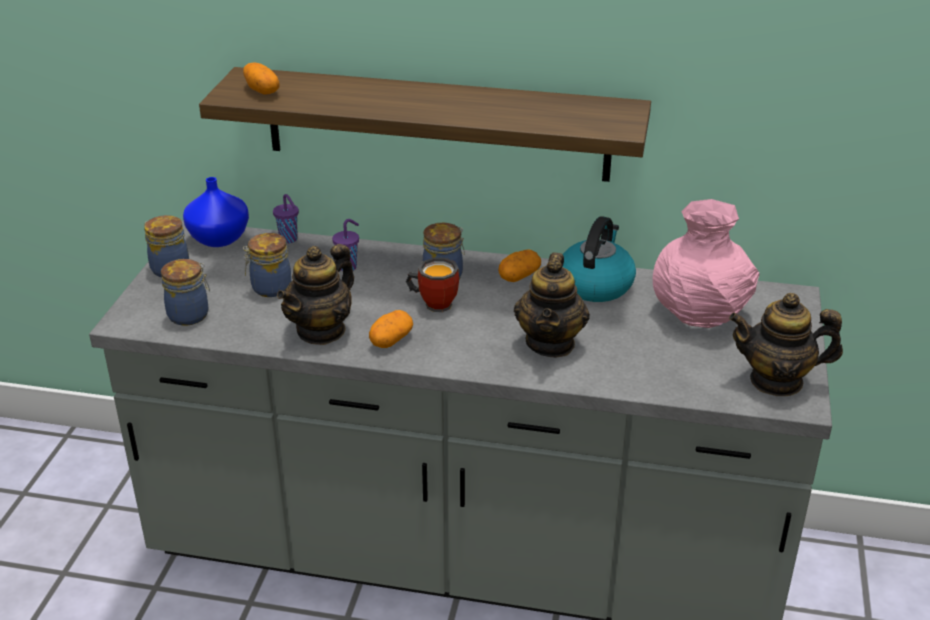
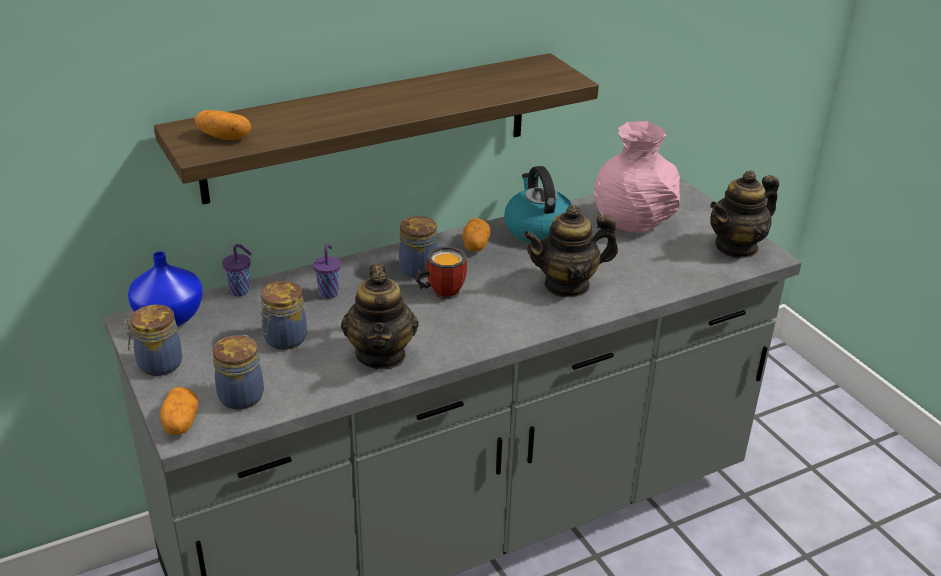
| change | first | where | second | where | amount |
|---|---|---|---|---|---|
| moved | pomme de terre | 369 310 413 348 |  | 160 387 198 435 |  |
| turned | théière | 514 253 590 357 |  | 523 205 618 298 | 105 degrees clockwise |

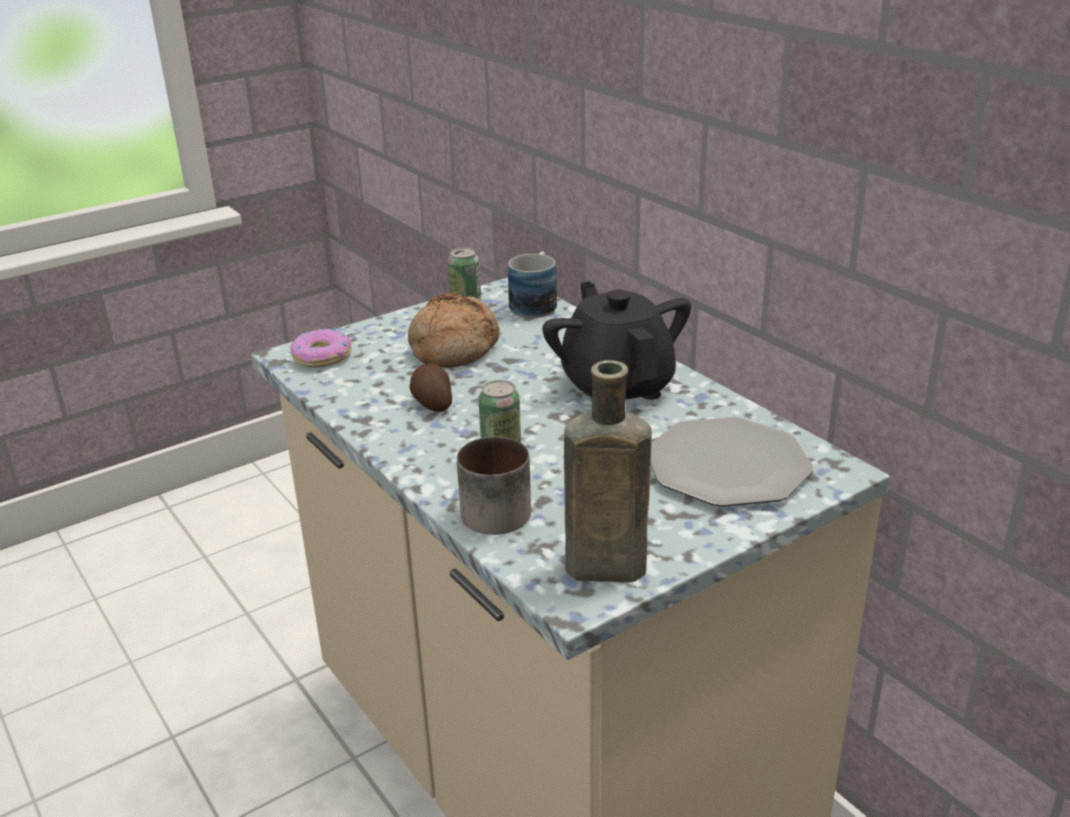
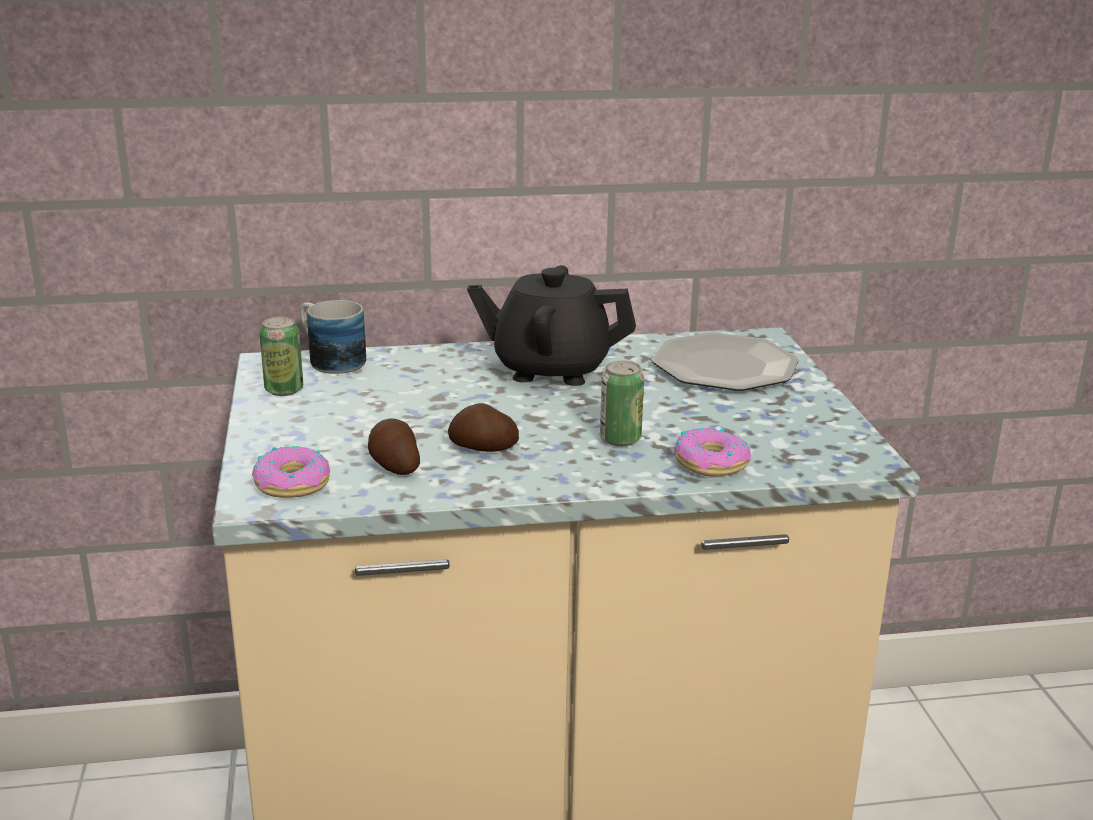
| change | first | where | second | where | amount |
|---|---|---|---|---|---|
| added |  |  | pomme de terre | 368 418 420 475 |  |
| replaced | mug | 457 437 531 535 | beignet | 674 428 751 477 |  |
| removed | pain | 408 293 499 367 |  |  |  |
| removed | bouteille [marron] | 564 360 652 582 |  |  |  |

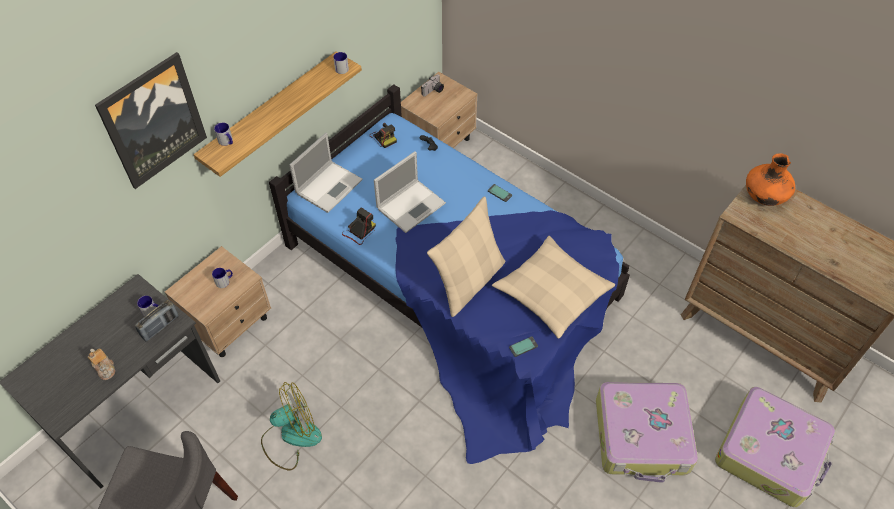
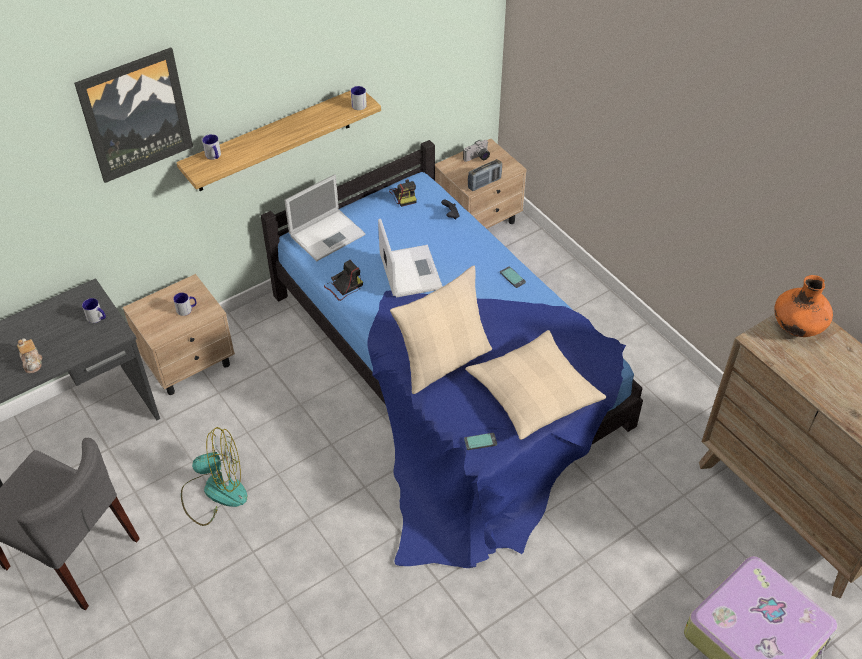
| change | first | where | second | where | amount |
|---|---|---|---|---|---|
| turned | ordinateur portable | 374 151 446 233 |  | 378 219 443 298 | 75 degrees counterclockwise |
| moved | radio | 135 299 179 342 |  | 468 159 502 191 |  |
| removed | valise | 596 382 698 483 |  |  |  |

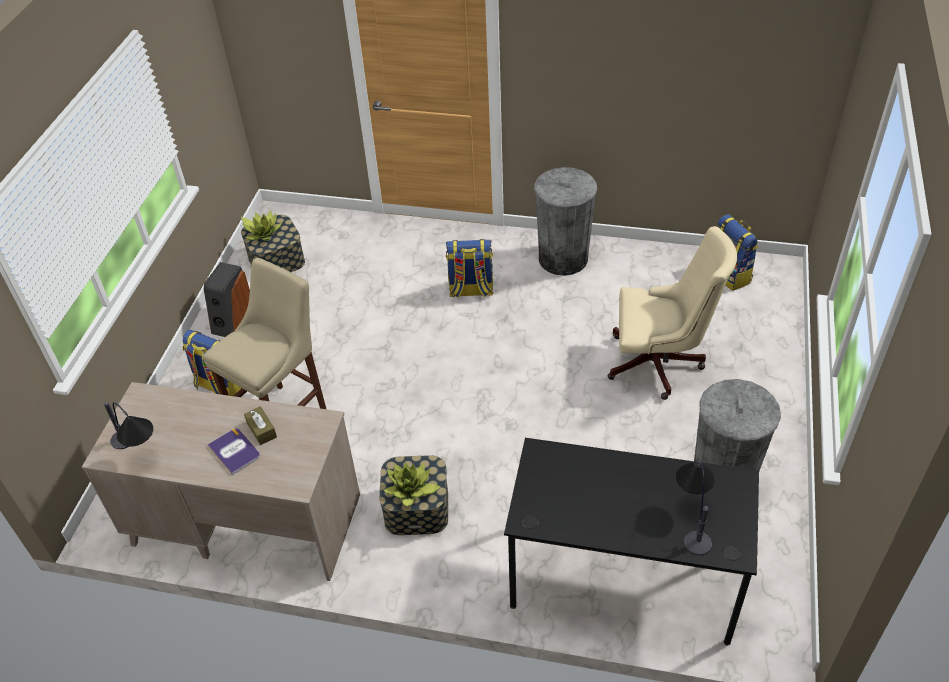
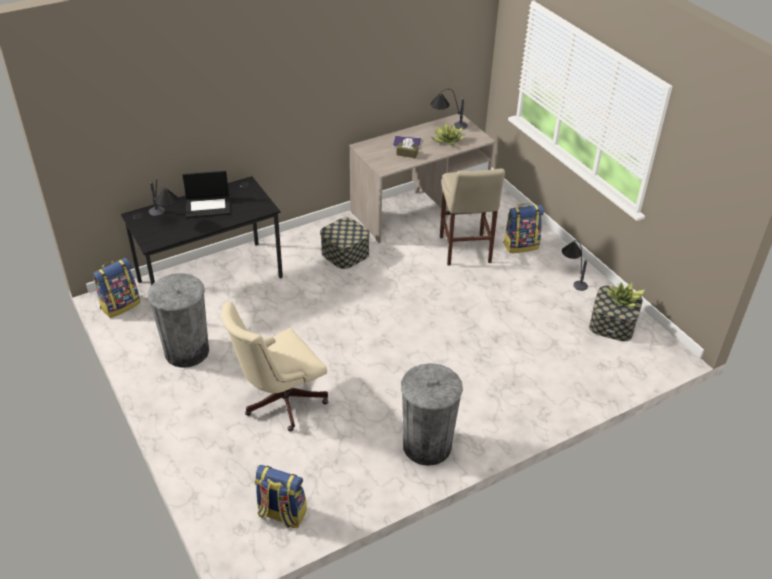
| change | first | where | second | where | amount |
|---|---|---|---|---|---|
| moved | sac à dos | 446 239 494 298 |  | 93 258 140 318 |  |
| added |  |  | ordinateur portable | 182 171 231 218 |  |
| moved | plante en pot | 383 462 441 506 |  | 432 123 465 145 |  |
| replaced | enceinte | 204 262 250 337 | lampe de table | 562 240 588 291 |  |

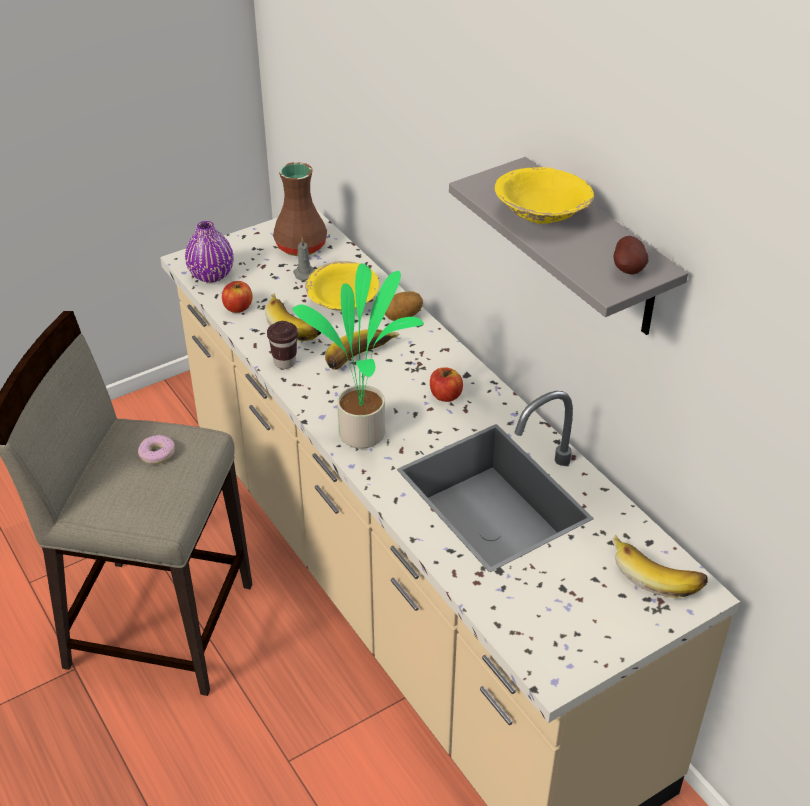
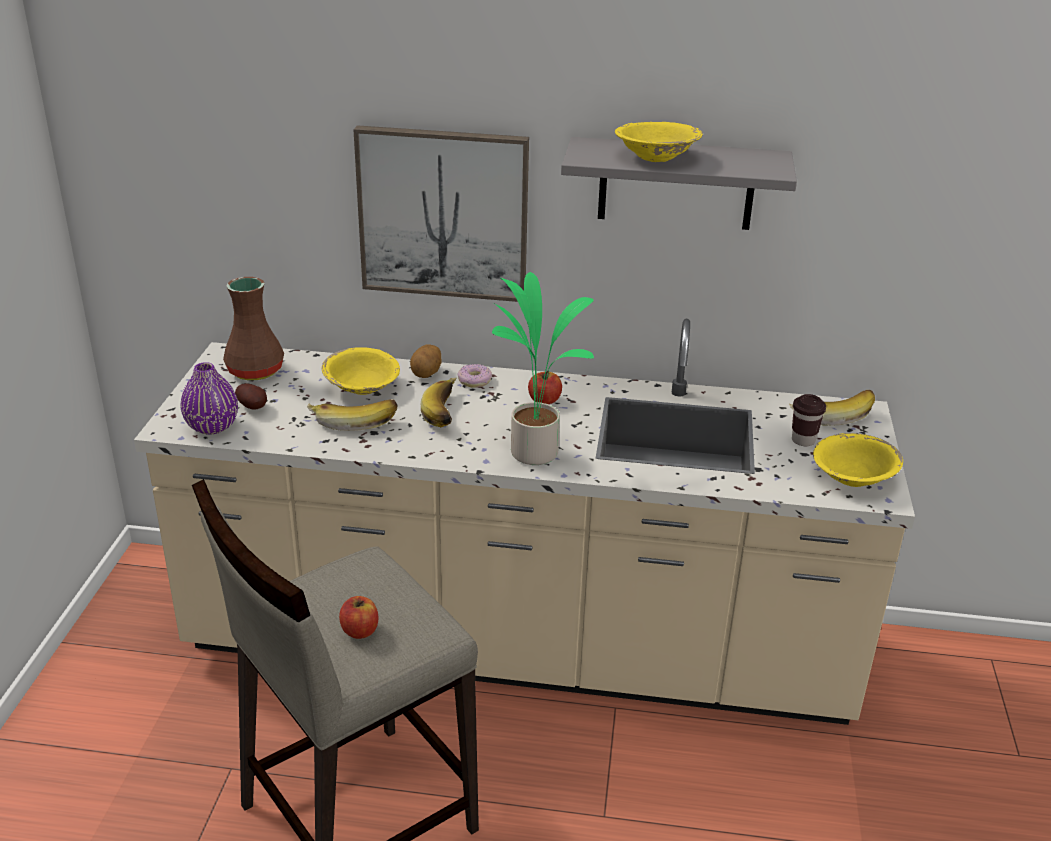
| change | first | where | second | where | amount |
|---|---|---|---|---|---|
| moved | pomme de terre | 613 236 648 274 |  | 235 383 267 410 |  |
| moved | pomme | 222 281 253 313 |  | 339 596 378 639 |  |
| added |  |  | tableau | 353 125 529 302 |  |
| moved | beignet | 138 435 175 464 |  | 458 364 492 388 |  |
| moved | tasse [marron] | 267 321 298 369 |  | 792 394 826 446 |  |
| added |  |  | bol [jaune] | 813 433 903 487 |  |
| removed | bougie [gris] | 293 237 315 281 |  |  |  |

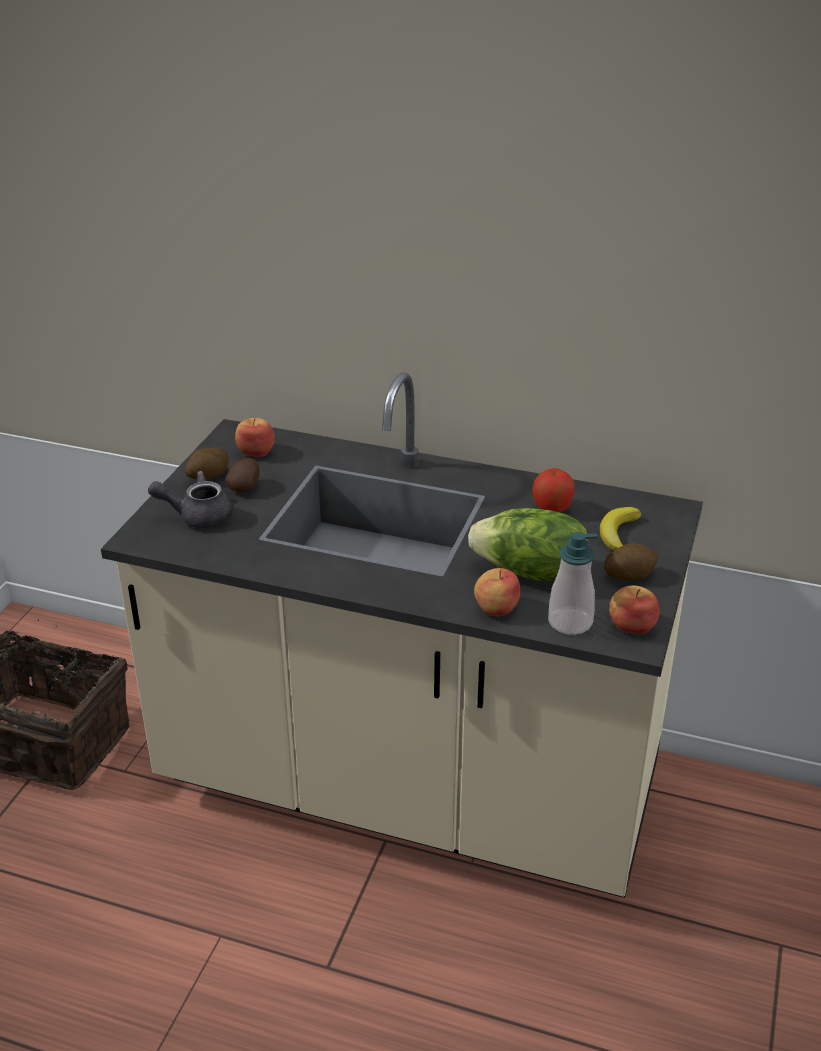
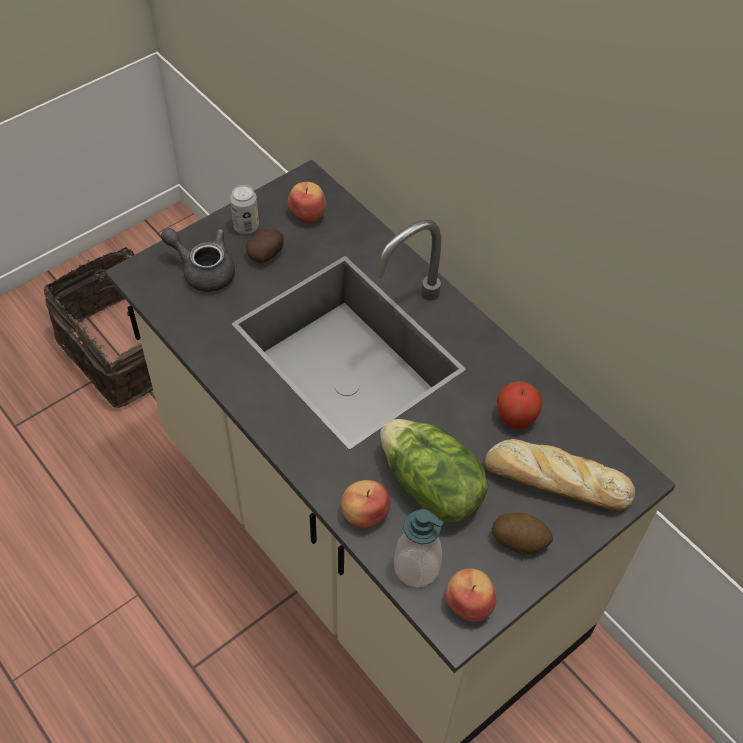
| change | first | where | second | where | amount |
|---|---|---|---|---|---|
| replaced | pomme de terre | 185 447 229 479 | boîte métallique | 230 185 259 234 |  |
| replaced | banane | 600 507 641 550 | pain | 485 439 636 511 |  |

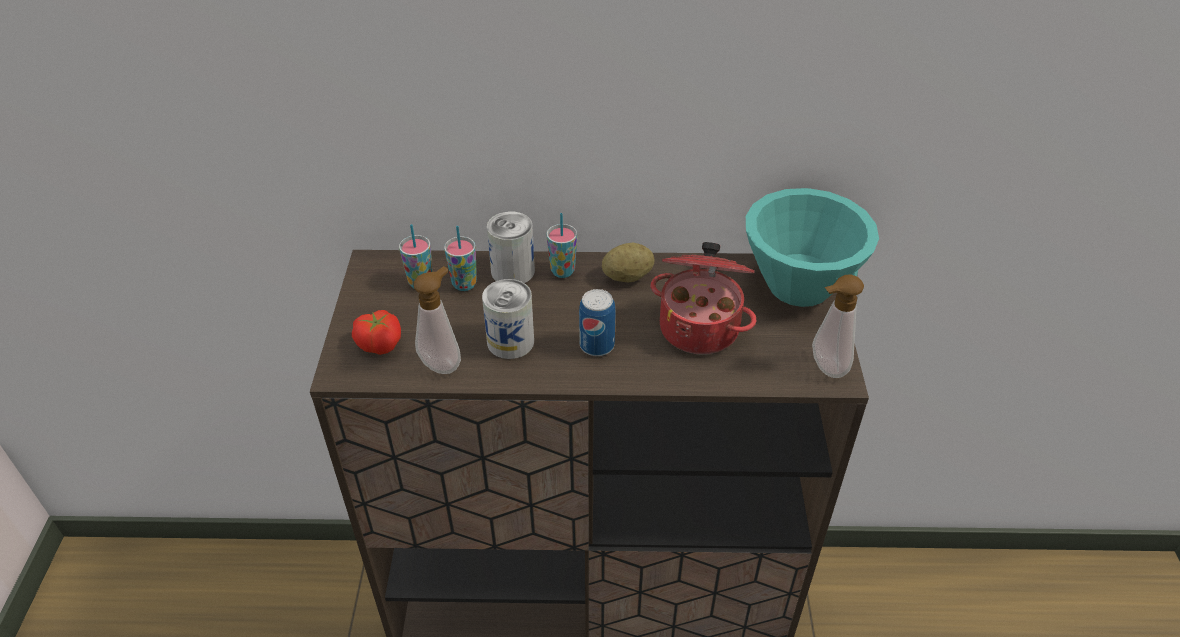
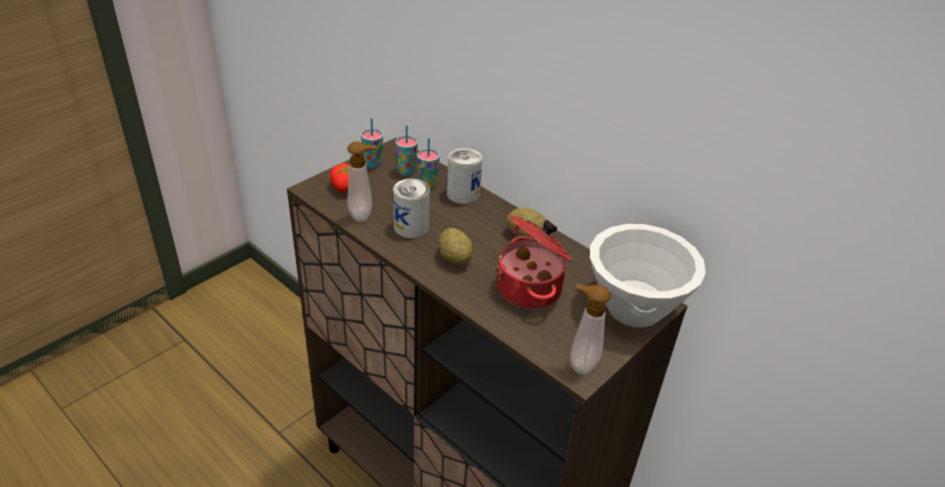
| change | first | where | second | where | amount |
|---|---|---|---|---|---|
| moved | tasse | 546 213 577 278 |  | 361 118 383 169 |  |
| replaced | boîte métallique | 579 289 616 356 | pomme de terre | 439 228 473 265 |  |
| recoloured | bol [turquoise] | 746 188 879 307 | bol [blanc] | 590 224 706 327 |  |

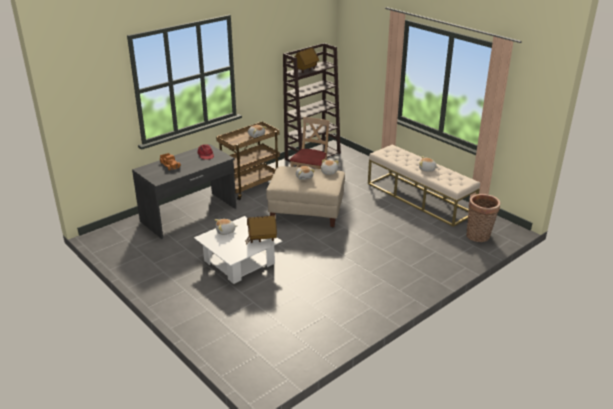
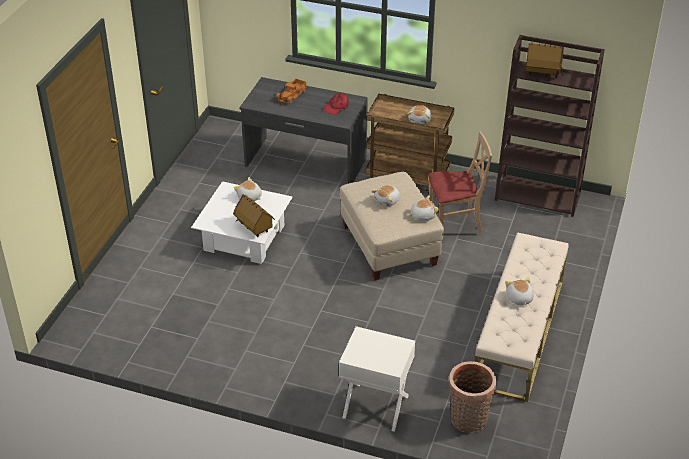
| change | first | where | second | where | amount |
|---|---|---|---|---|---|
| added |  |  | table de chevet [blanc] | 339 326 415 432 |  |

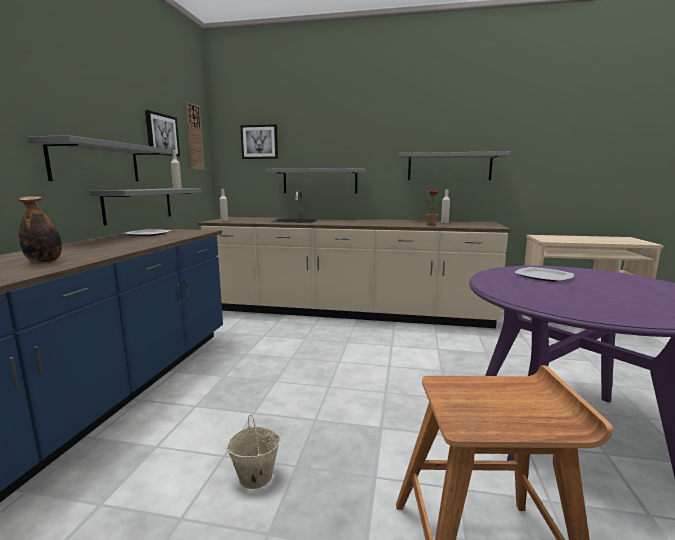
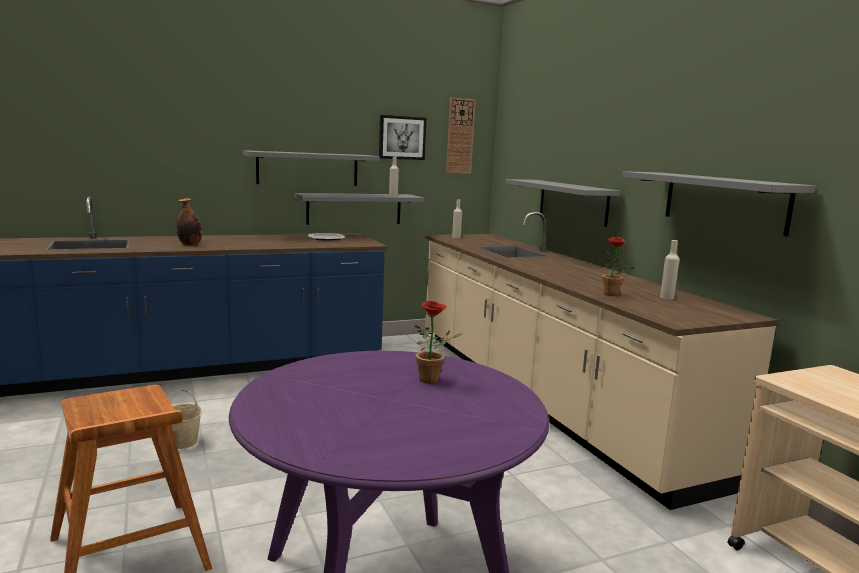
| change | first | where | second | where | amount |
|---|---|---|---|---|---|
| replaced | assiette | 515 267 574 282 | plante en pot | 415 301 462 384 |  |
| removed | tableau | 240 124 278 159 |  |  |  |

